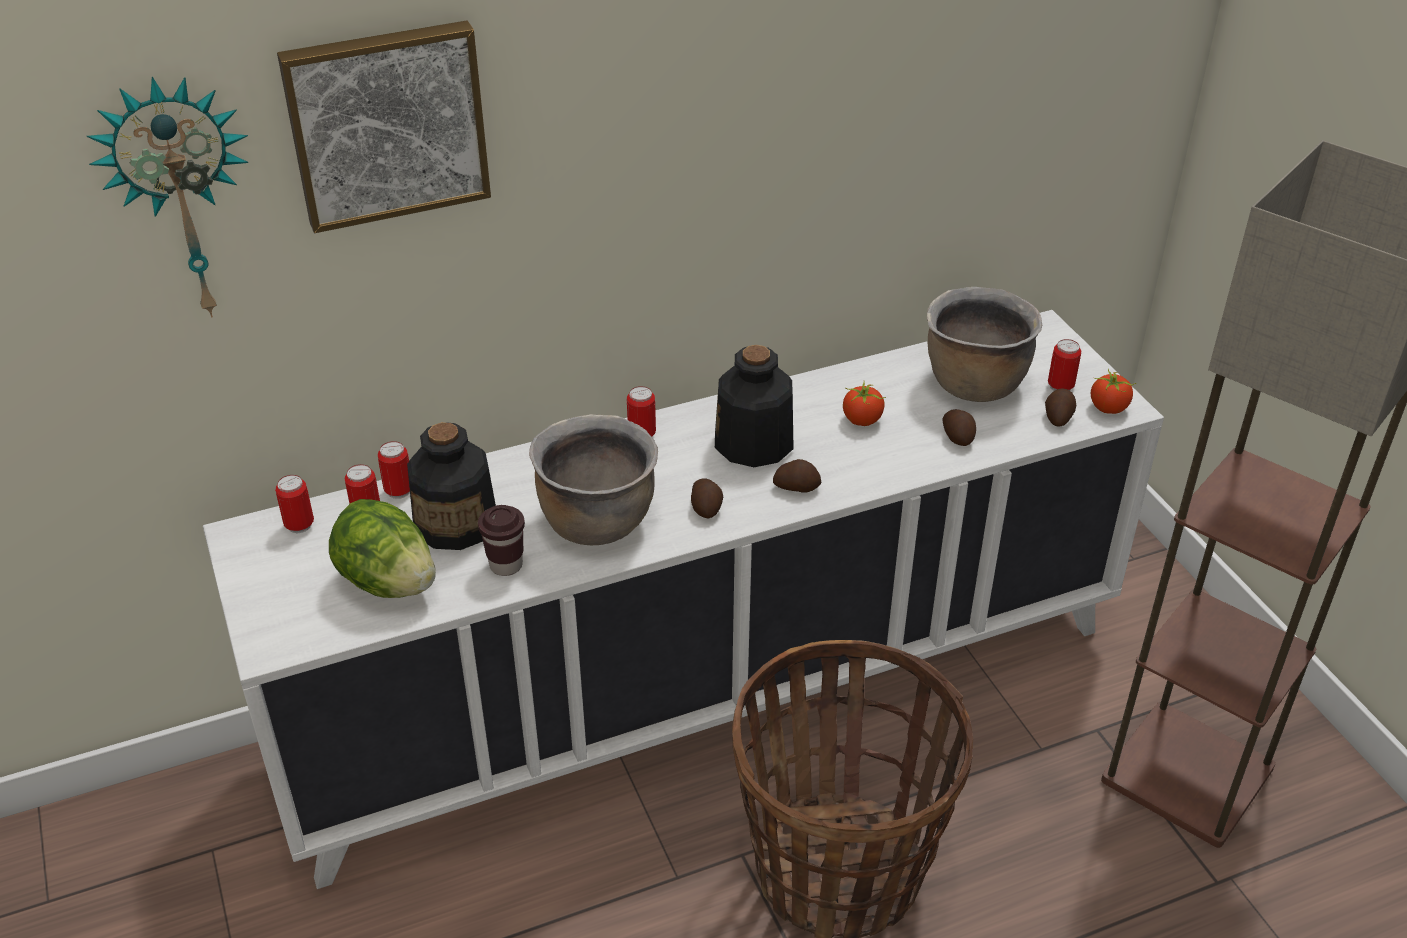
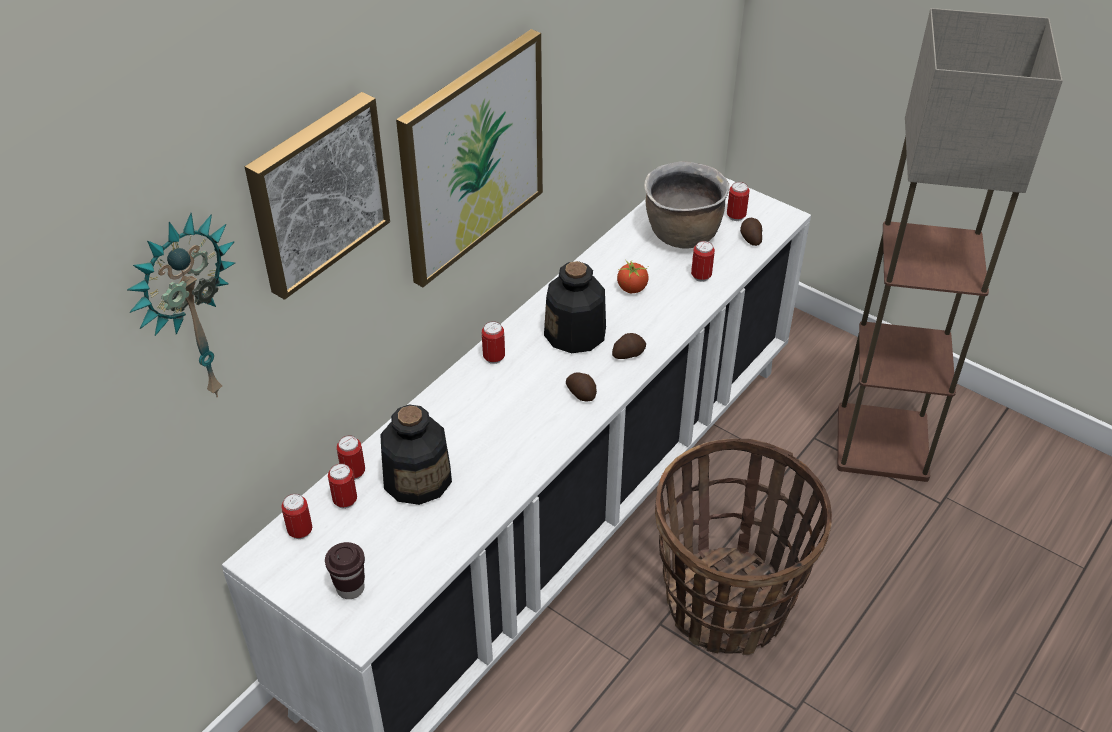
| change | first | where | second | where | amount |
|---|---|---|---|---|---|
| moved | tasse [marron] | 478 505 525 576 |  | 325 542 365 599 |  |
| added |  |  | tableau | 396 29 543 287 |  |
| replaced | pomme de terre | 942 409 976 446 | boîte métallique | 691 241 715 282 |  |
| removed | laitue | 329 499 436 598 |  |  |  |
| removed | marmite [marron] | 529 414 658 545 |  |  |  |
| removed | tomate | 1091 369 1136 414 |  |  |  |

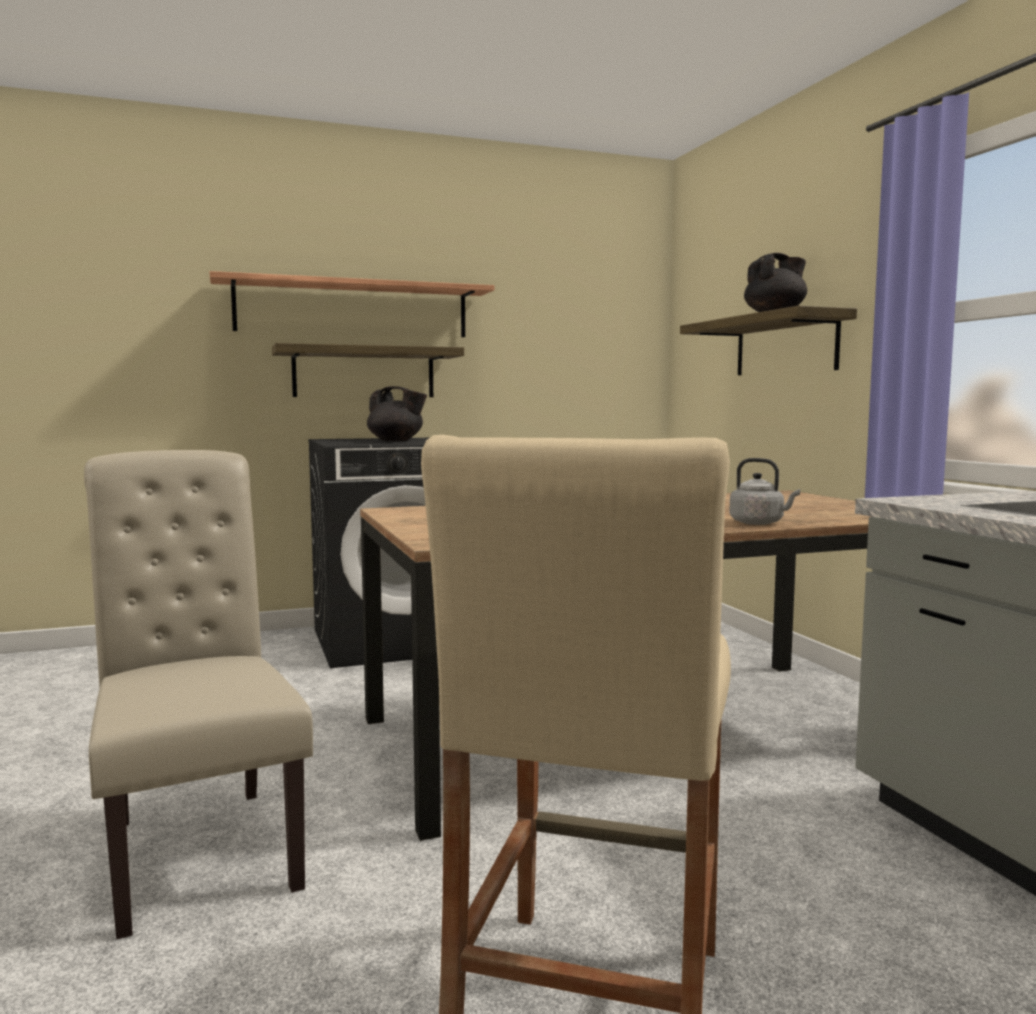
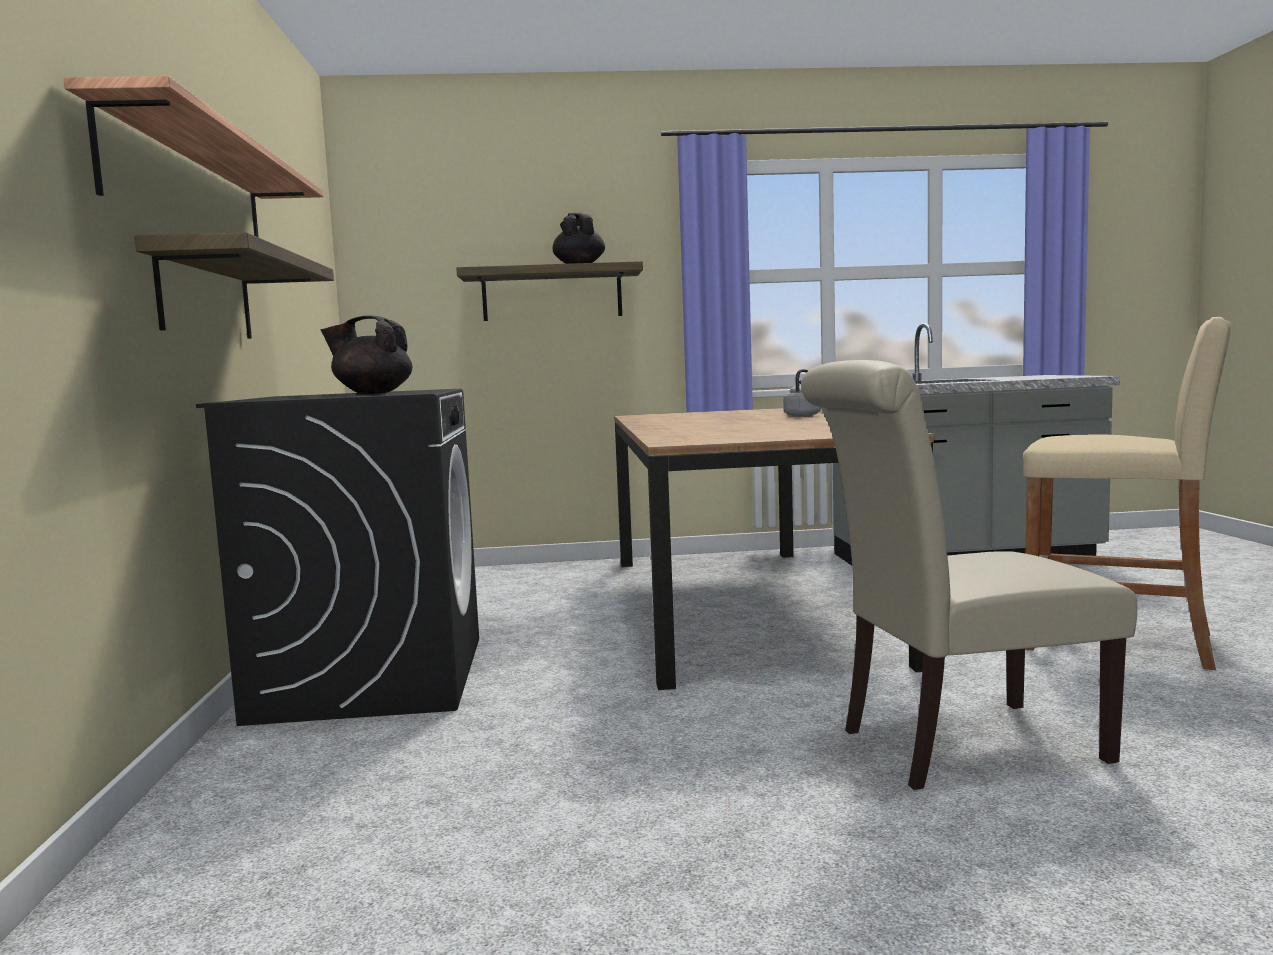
| change | first | where | second | where | amount |
|---|---|---|---|---|---|
| turned | théière [noir] | 367 386 427 441 |  | 321 316 412 394 | 120 degrees counterclockwise |

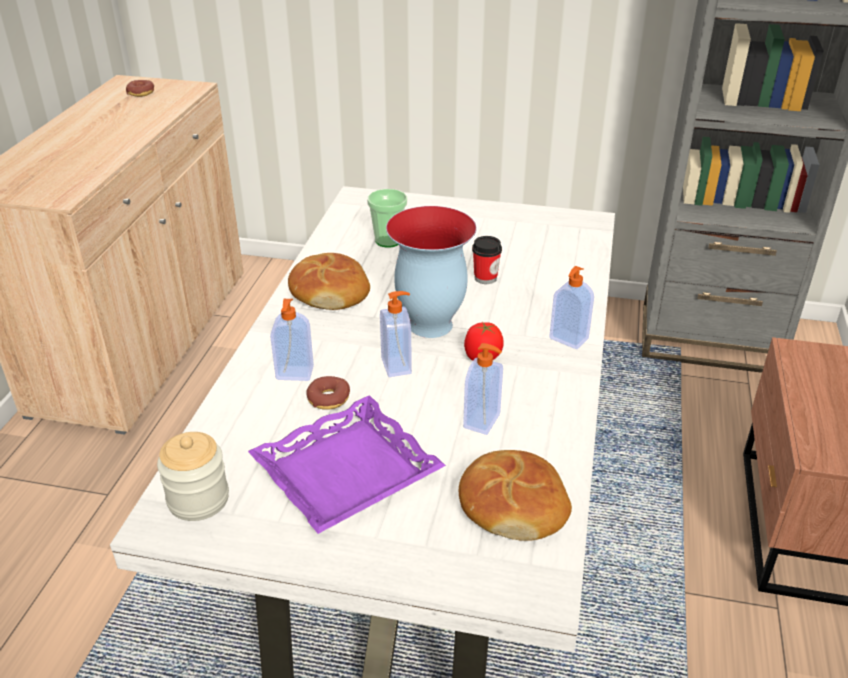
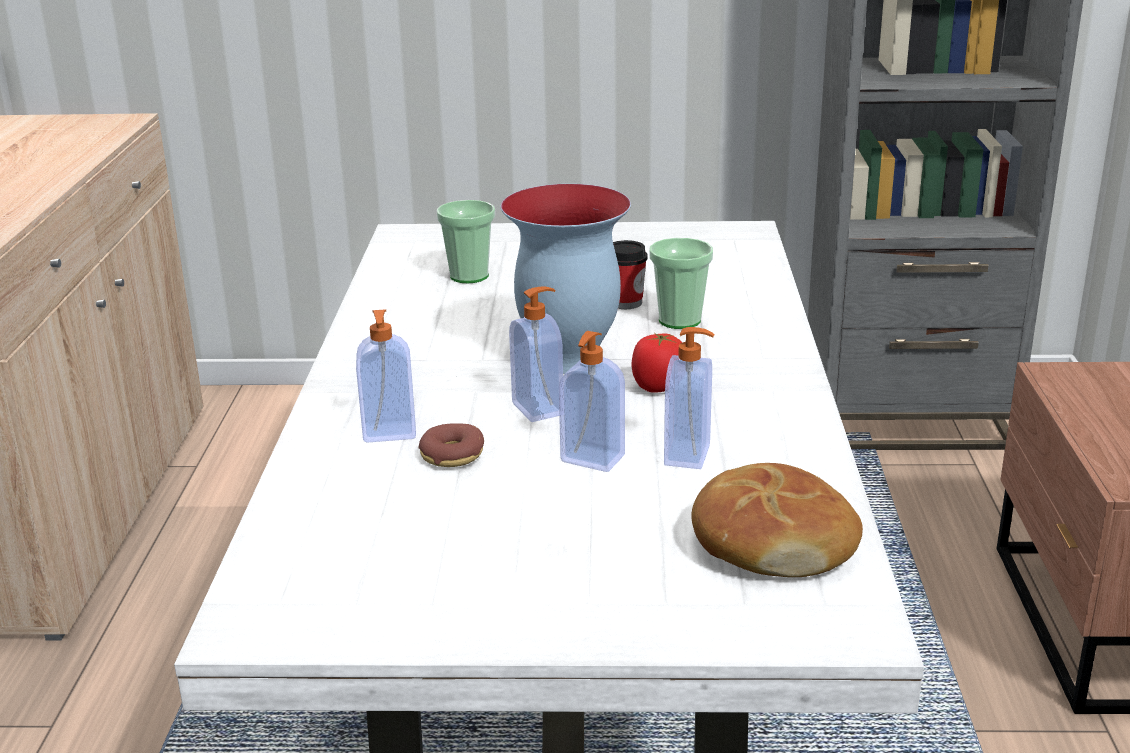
| change | first | where | second | where | amount |
|---|---|---|---|---|---|
| moved | distributeur de savon | 549 266 594 349 |  | 559 331 625 472 |  |
| added |  |  | tasse | 649 238 713 329 |  |
| removed | beignet | 126 80 154 97 |  |  |  |
| removed | bocal | 157 432 229 521 |  |  |  |
| removed | plateau [violet] | 248 395 446 534 |  |  |  |
| removed | pain | 288 253 370 310 |  |  |  |

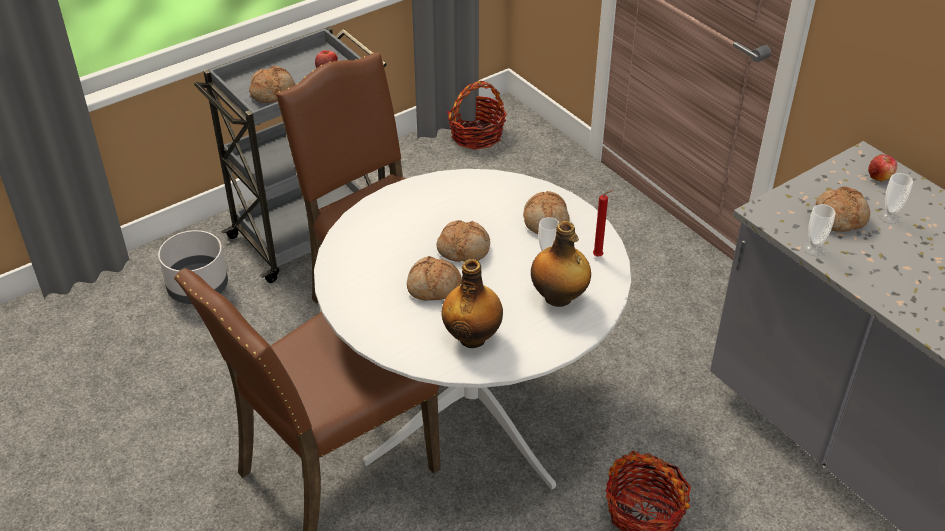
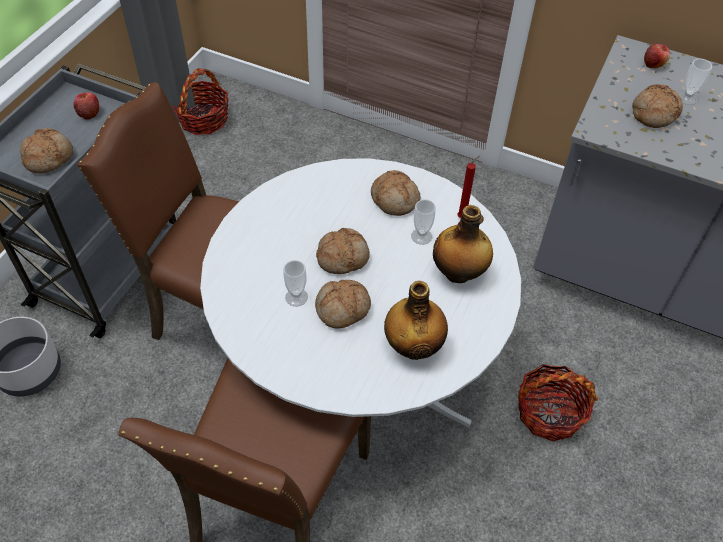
| change | first | where | second | where | amount |
|---|---|---|---|---|---|
| moved | tasse | 802 204 836 256 |  | 283 260 308 307 |  |

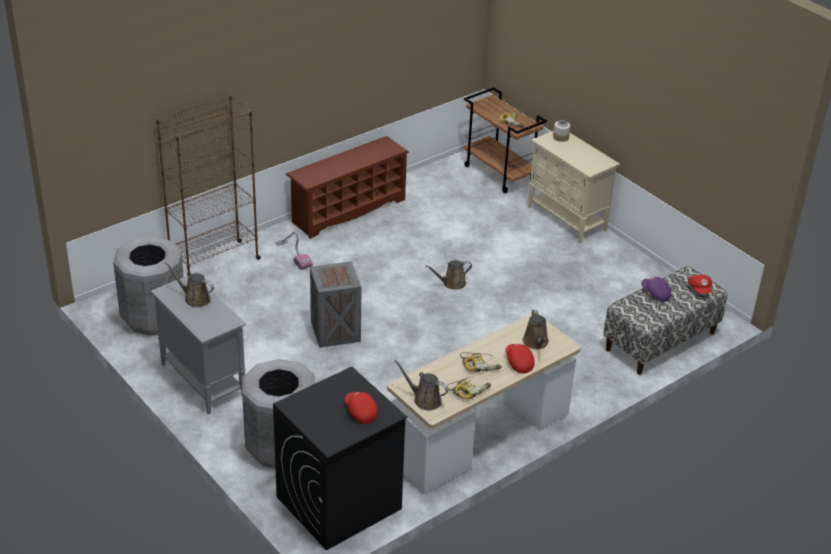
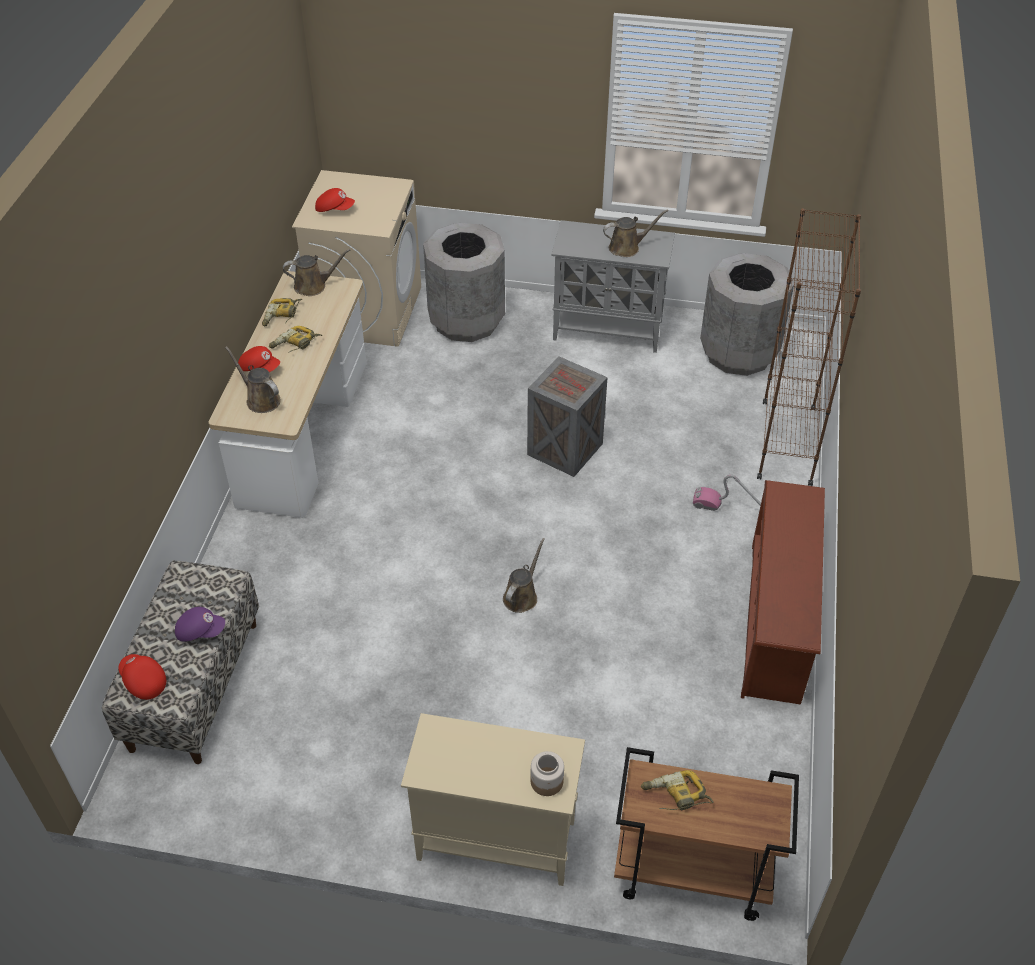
| change | first | where | second | where | amount |
|---|---|---|---|---|---|
| recoloured | lave-linge [noir] | 273 366 408 551 | lave-linge [beige] | 292 170 421 347 |  |

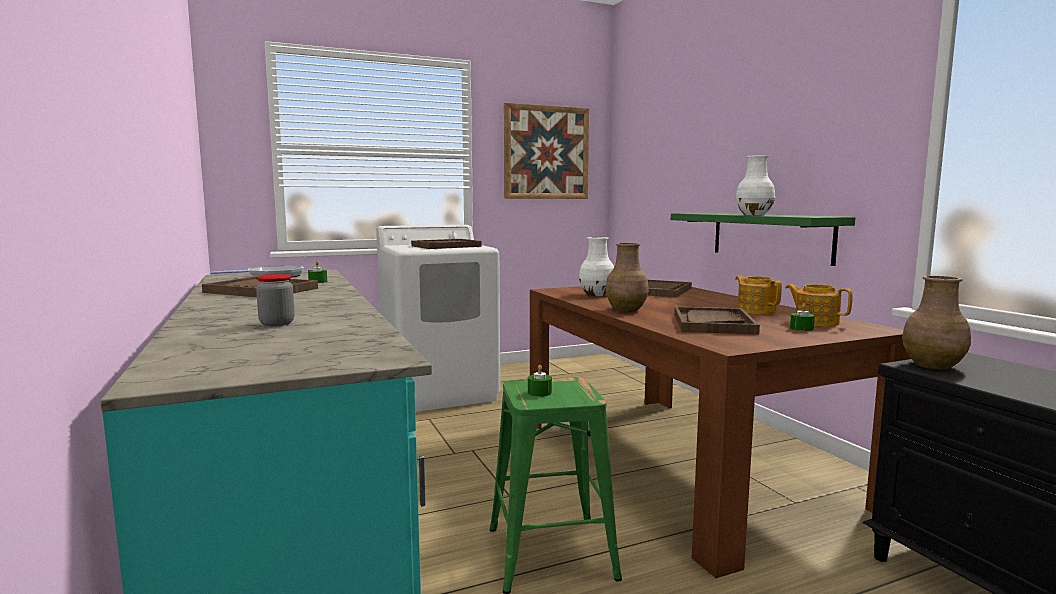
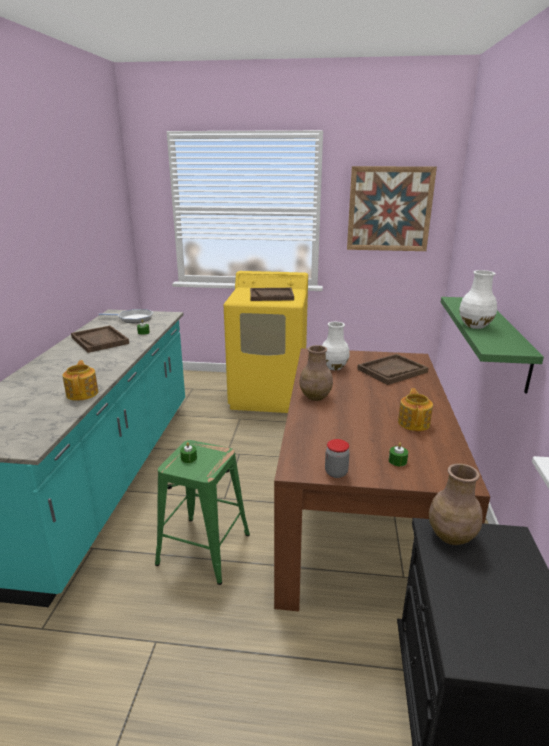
| change | first | where | second | where | amount |
|---|---|---|---|---|---|
| moved | théière | 785 284 853 326 |  | 63 360 98 401 |  |
| recoloured | lave-linge [blanc] | 376 225 500 412 | lave-linge [jaune] | 224 271 308 413 |  |
| moved | bocal | 256 274 295 326 |  | 325 439 350 478 |  |
| removed | plateau [marron] | 674 306 760 334 |  |  |  |

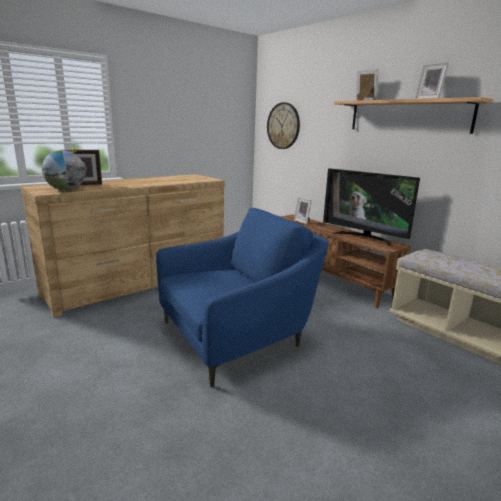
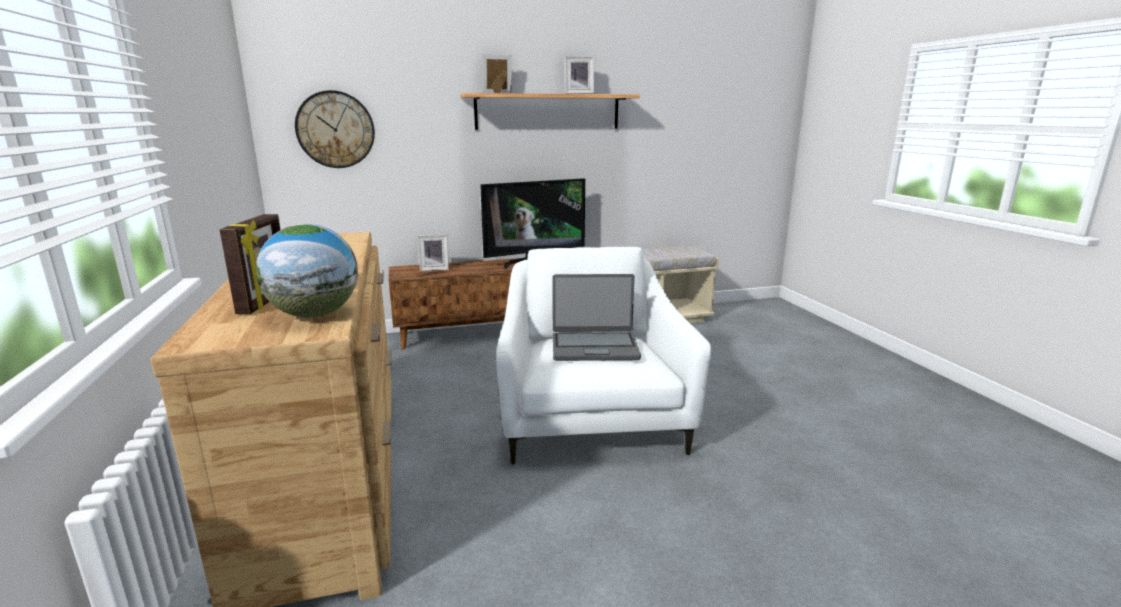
| change | first | where | second | where | amount |
|---|---|---|---|---|---|
| recoloured | fauteuil [bleu] | 156 208 329 388 | fauteuil [blanc] | 496 247 711 464 |  |
| added |  |  | ordinateur portable | 552 274 641 361 |  |

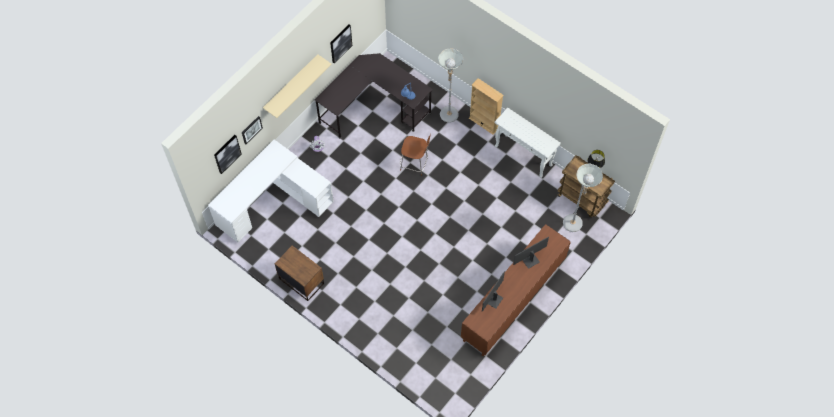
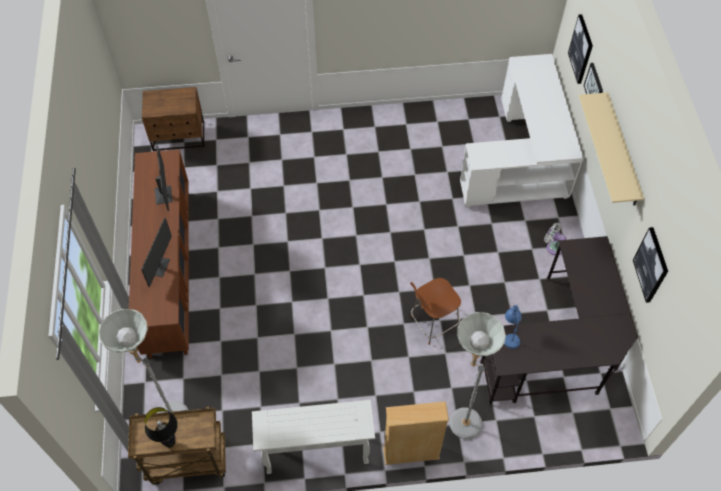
| change | first | where | second | where | amount |
|---|---|---|---|---|---|
| moved | table de chevet [marron] | 275 246 324 301 |  | 142 87 204 151 |  |

